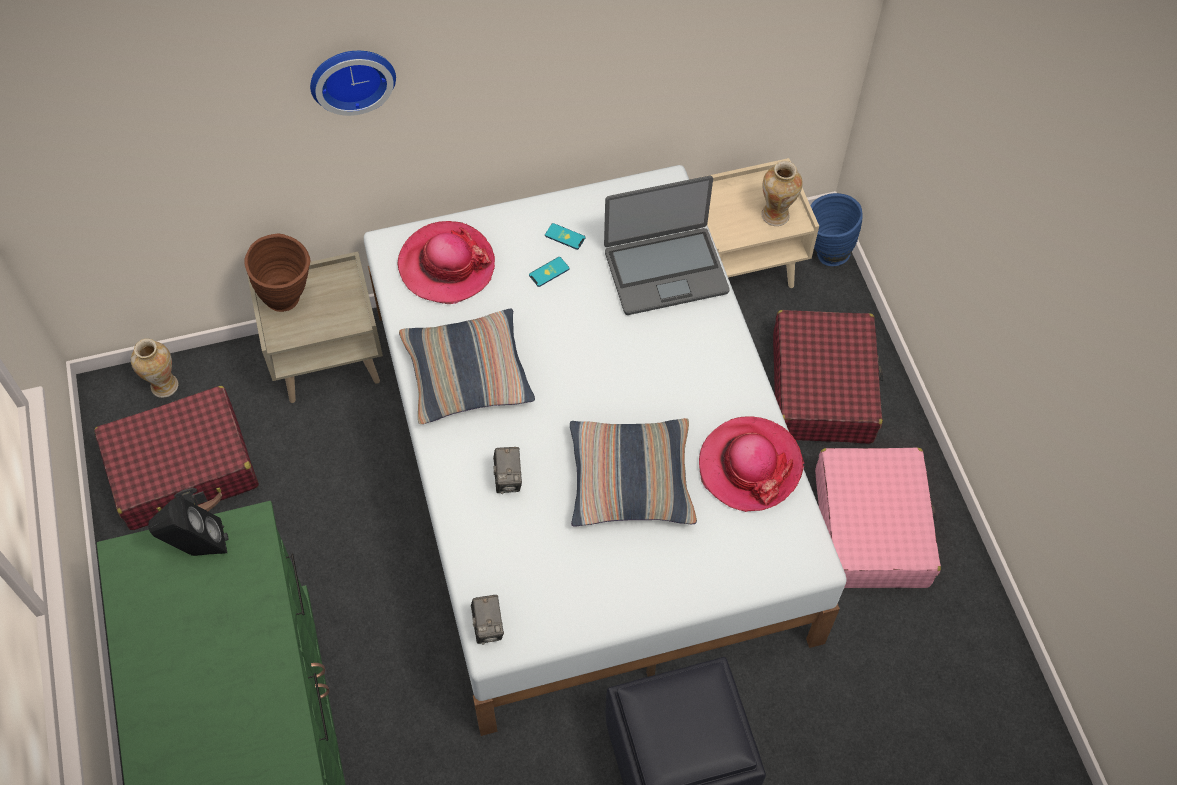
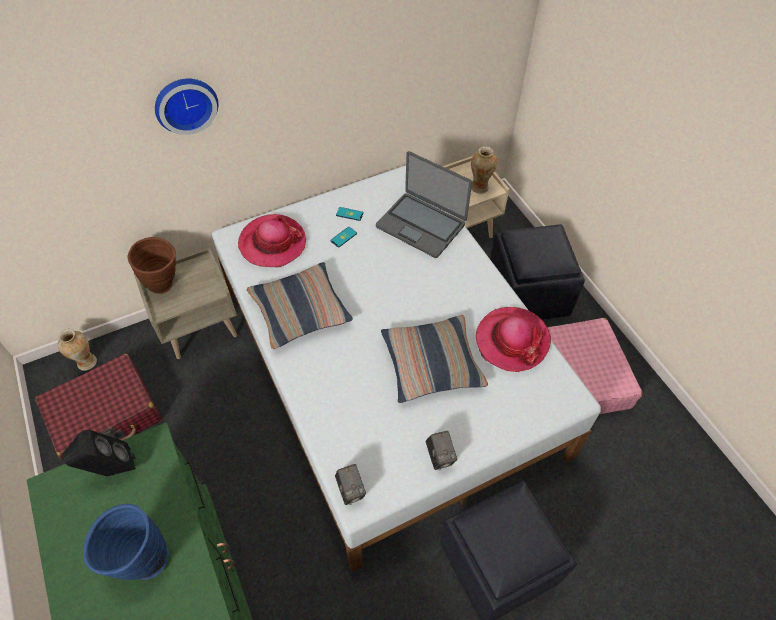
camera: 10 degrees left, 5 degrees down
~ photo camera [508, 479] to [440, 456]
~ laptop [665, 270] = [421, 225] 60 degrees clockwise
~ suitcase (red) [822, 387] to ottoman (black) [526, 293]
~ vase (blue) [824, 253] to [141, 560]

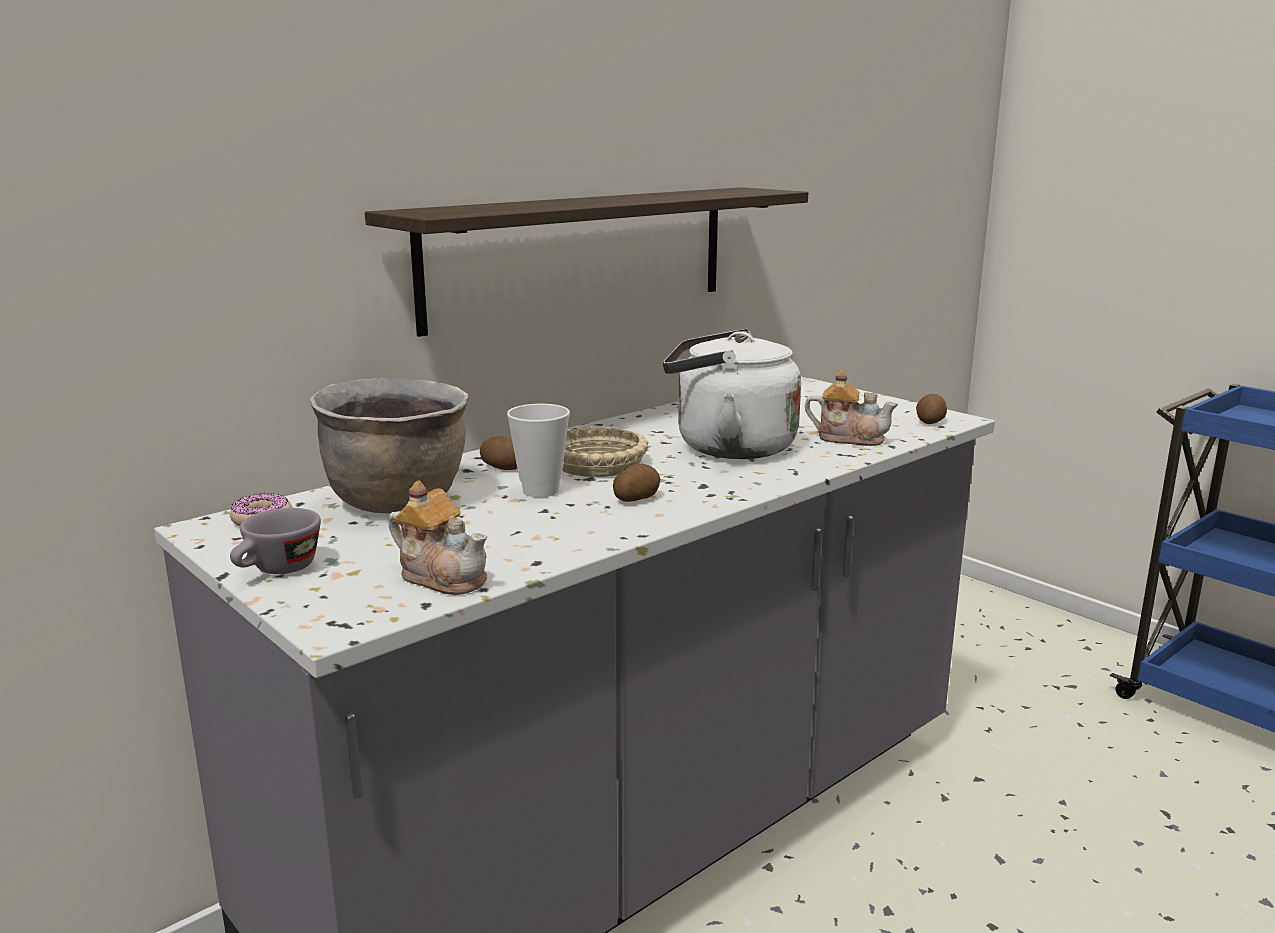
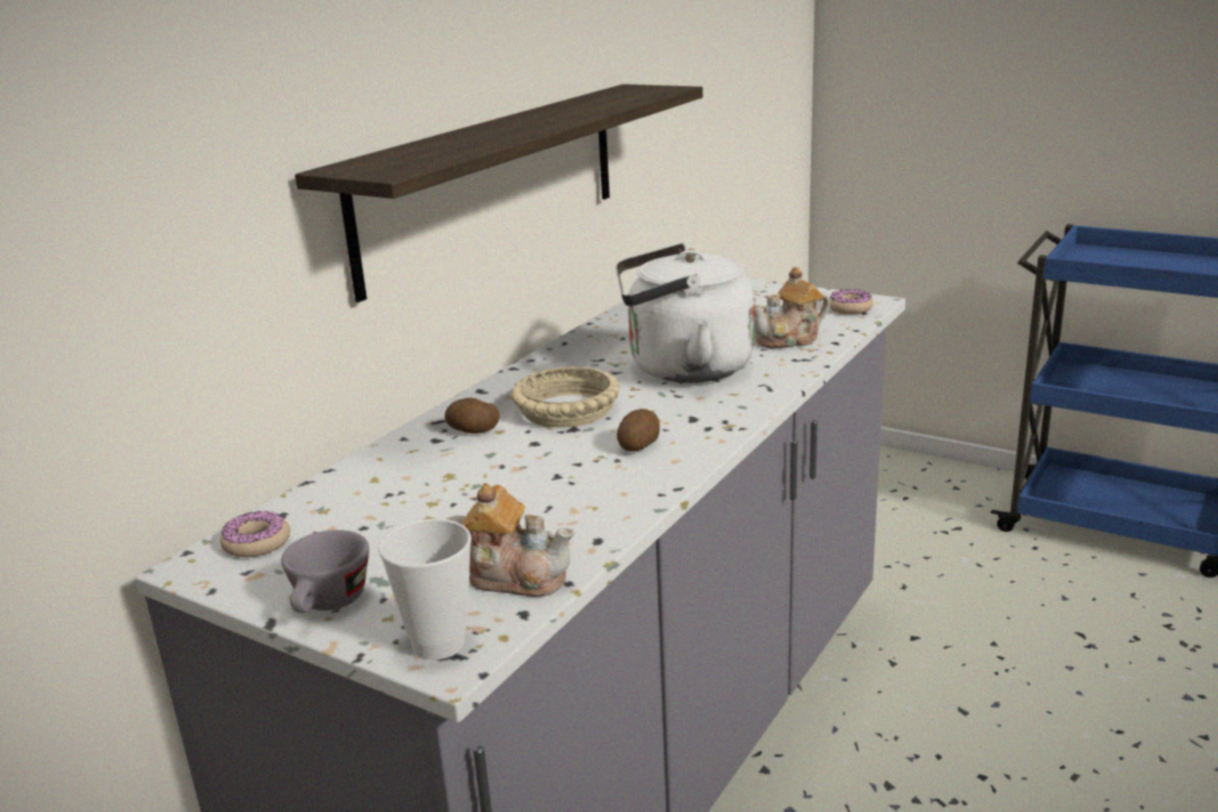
camera: 15 degrees left, 5 degrees up
- cooking pot (brown) [398, 501]
~ cup [540, 491] to [438, 644]
~ teapot [849, 438] = [790, 339] 150 degrees clockwise
~ potato [930, 421] to donut [850, 308]

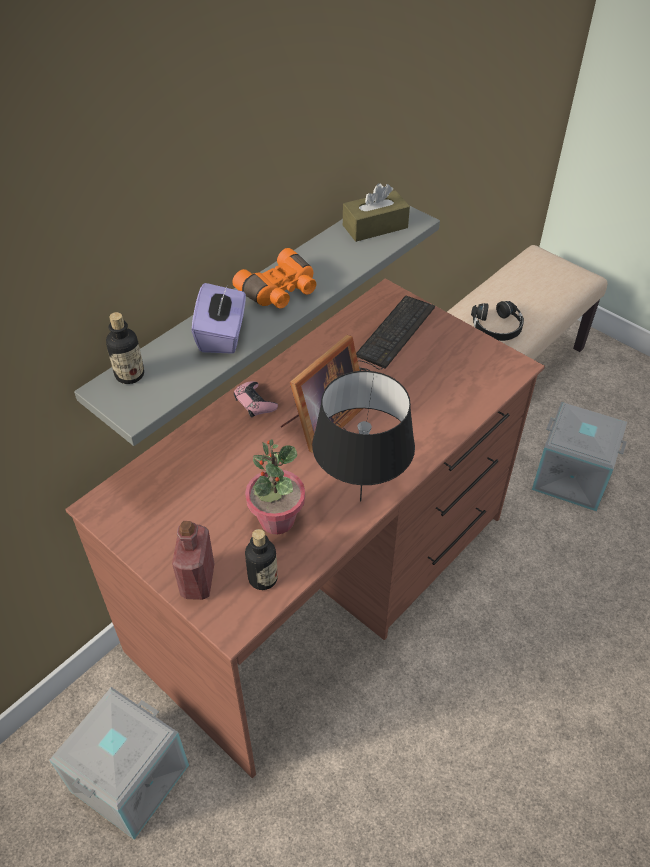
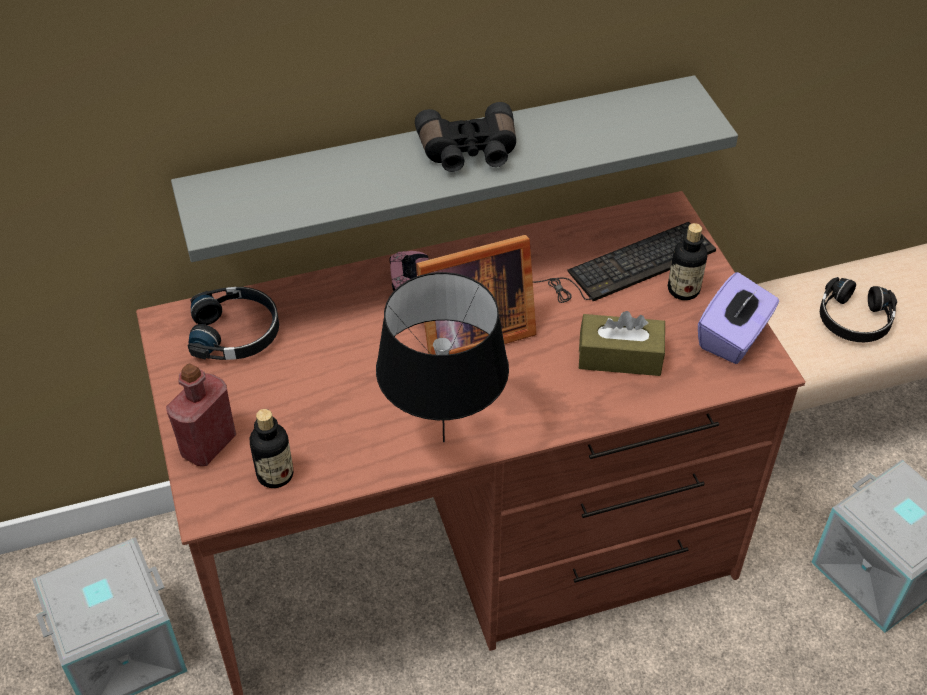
camera: 30 degrees right, 0 degrees up
~ bottle [130, 375] to [683, 290]
~ tissue box (purple) [222, 335] to [733, 337]
~ binoculars (orange) [280, 291] to binoculars (black) [468, 152]
- potted plant [276, 520]
~ tissue box (brown) [375, 226] to [620, 356]
+ headphones (black) [236, 332]

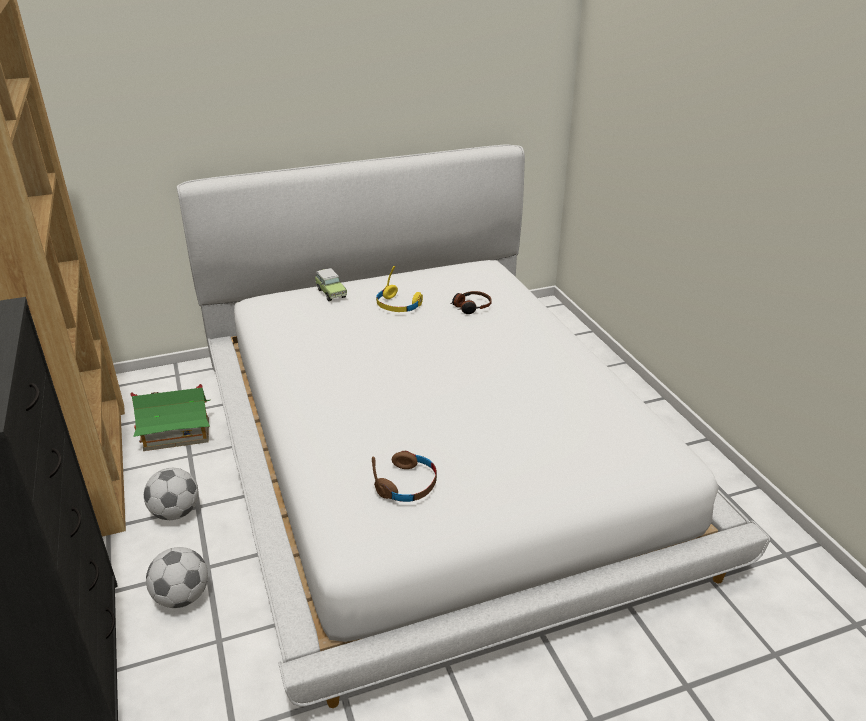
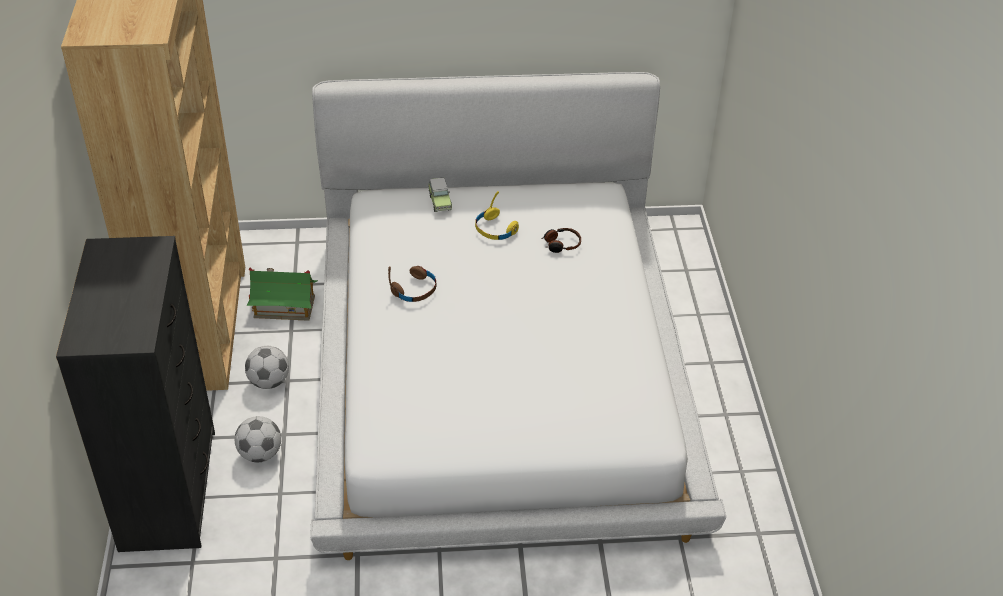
camera: 15 degrees right, 10 degrees up
~ headphones (brown) [408, 485] to [415, 290]

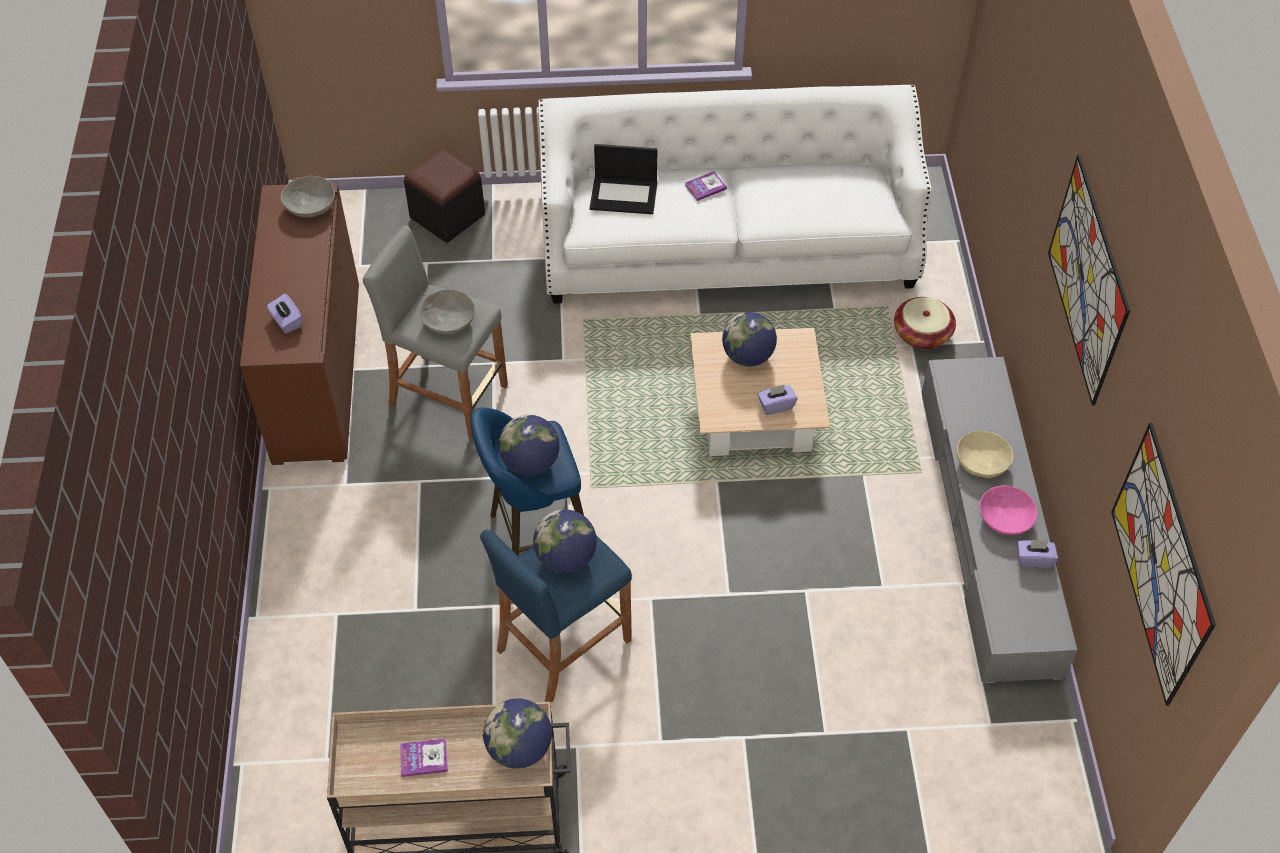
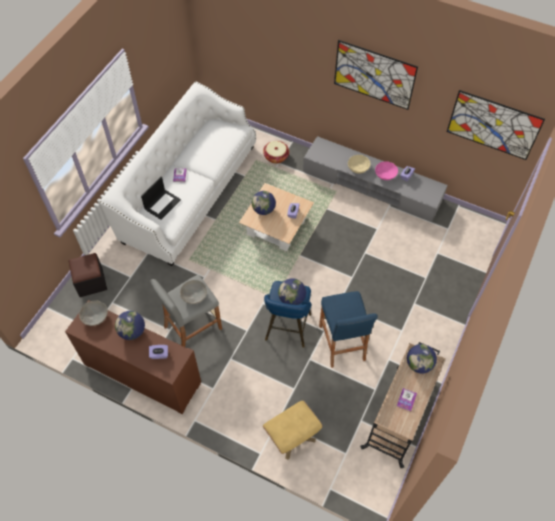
camera: 60 degrees left, 5 degrees up
~ globe [566, 558] to [132, 331]
+ ottoman (beige) [292, 436]

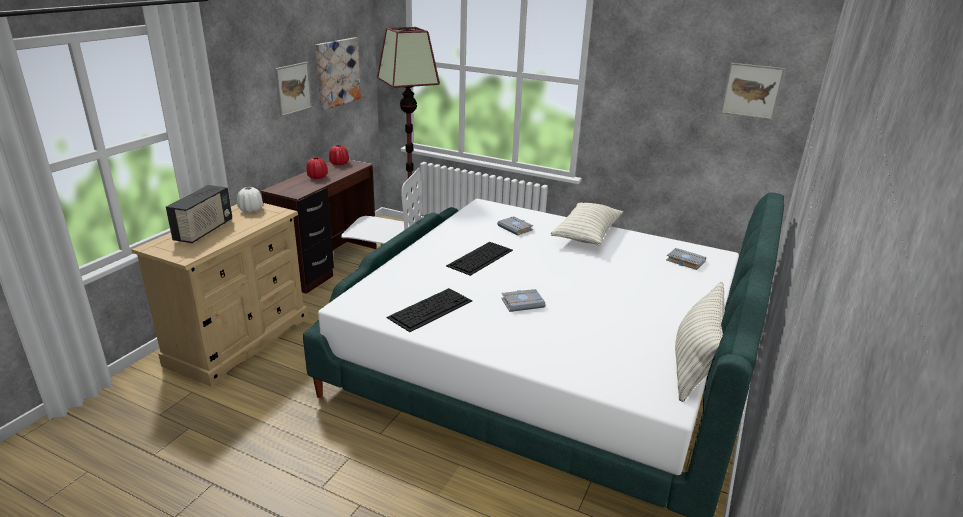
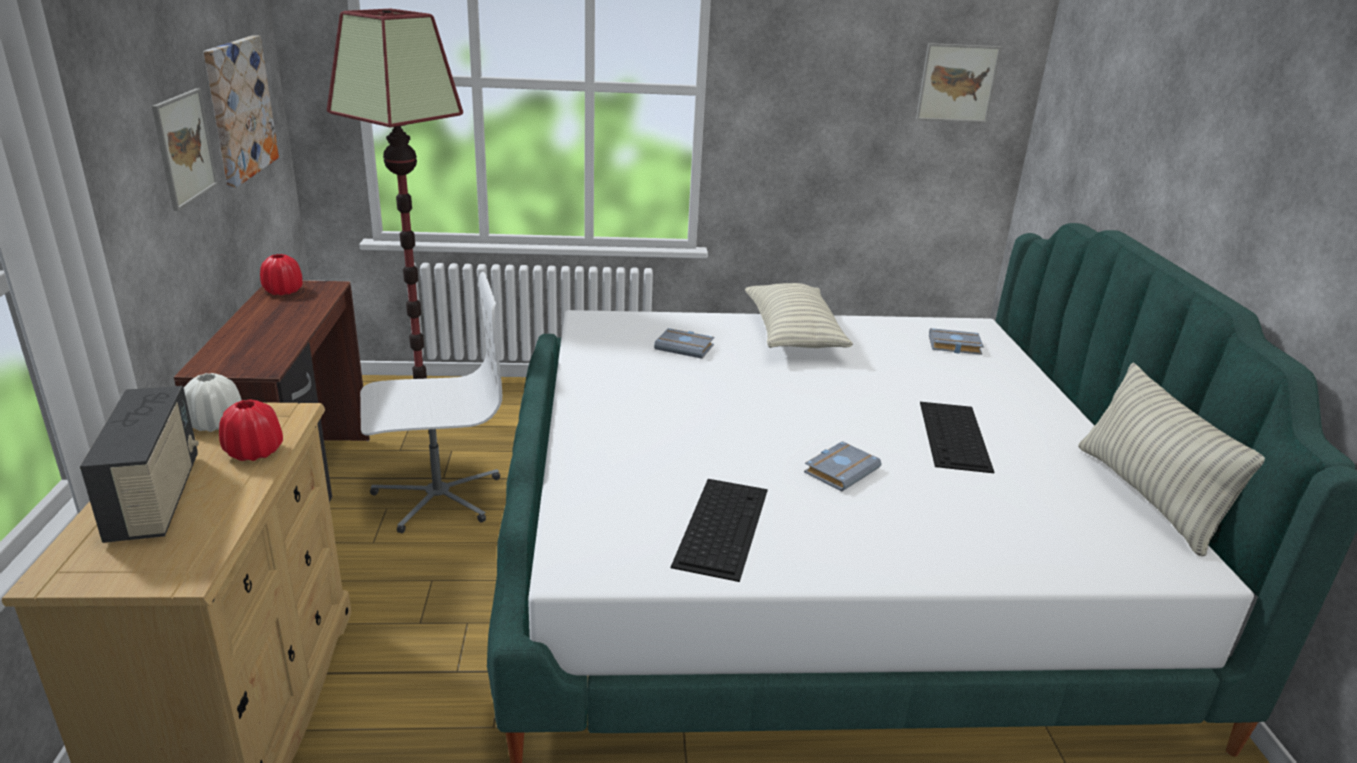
camera: 30 degrees left, 0 degrees up
~ vase (red) [317, 177] to [254, 452]
~ keyboard [480, 258] to [955, 436]

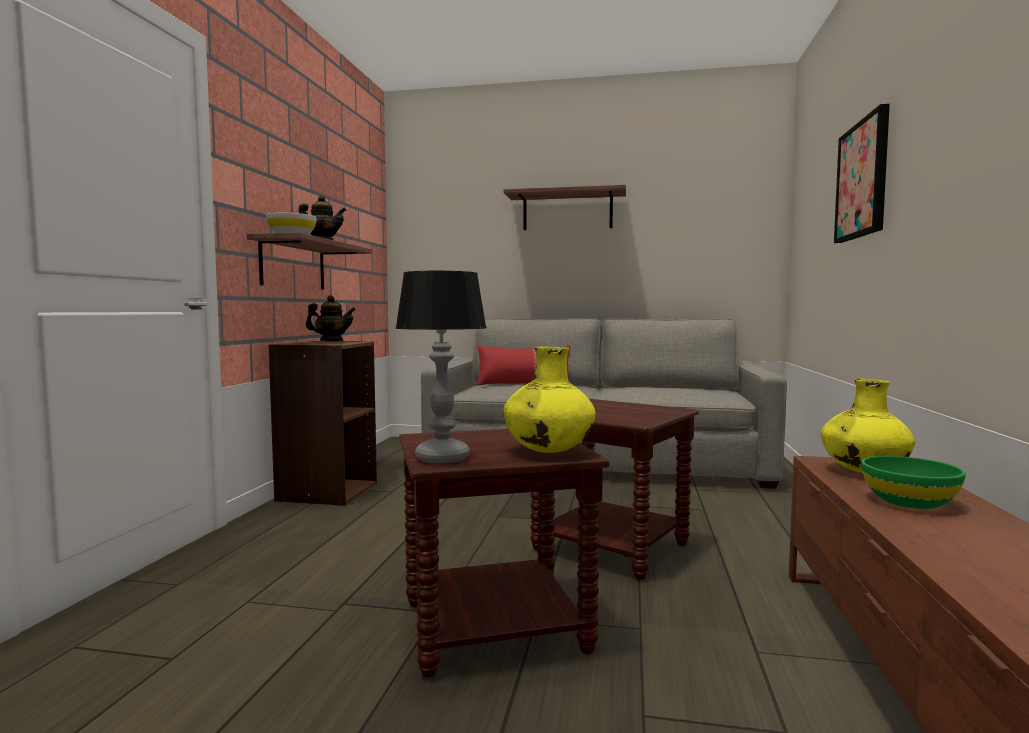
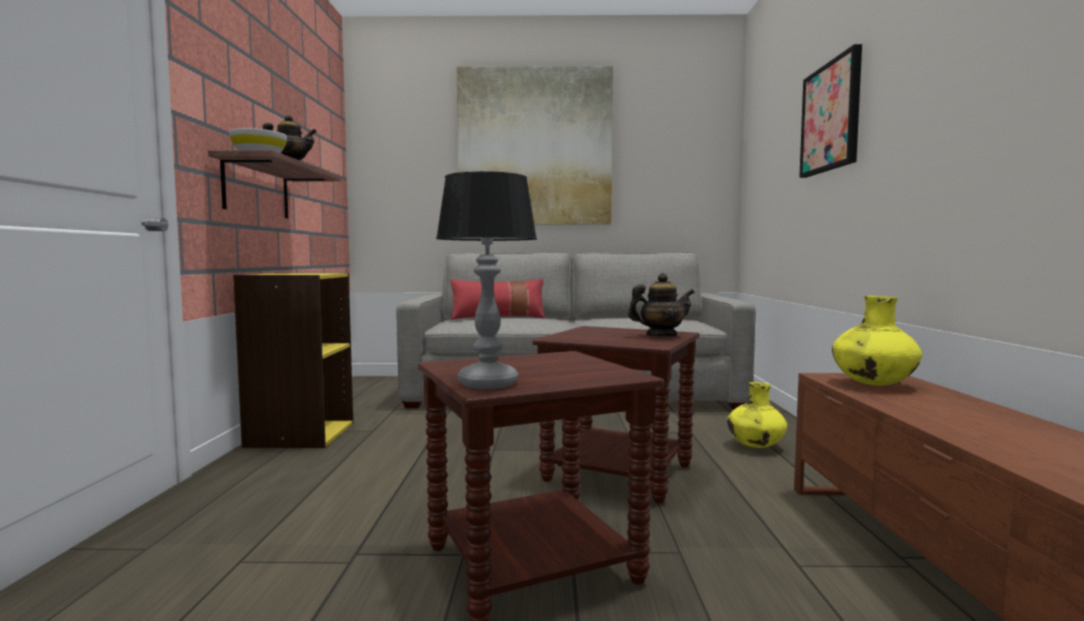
camera: 10 degrees left, 0 degrees up
~ bookcase (brown) [326, 491] to bookcase (yellow) [300, 434]
~ teapot [331, 341] to [660, 336]
~ vase (yellow) [547, 451] to [755, 446]
~ shelf [567, 211] to picture [534, 147]
- bowl (green) [909, 502]

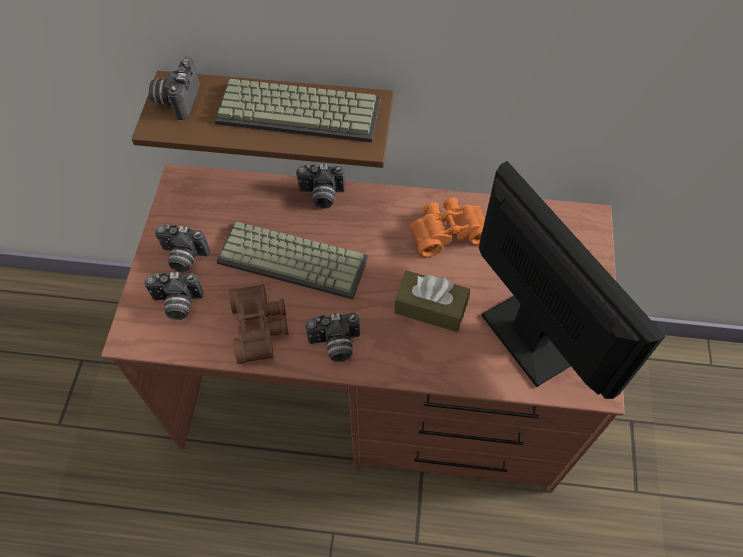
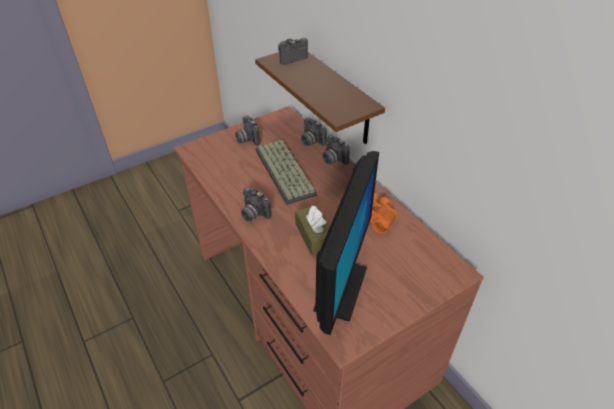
camera: 50 degrees right, 15 degrees down
~ photo camera [177, 304] to [311, 141]
- keyboard [300, 110]
- binoculars (brown) [261, 327]

